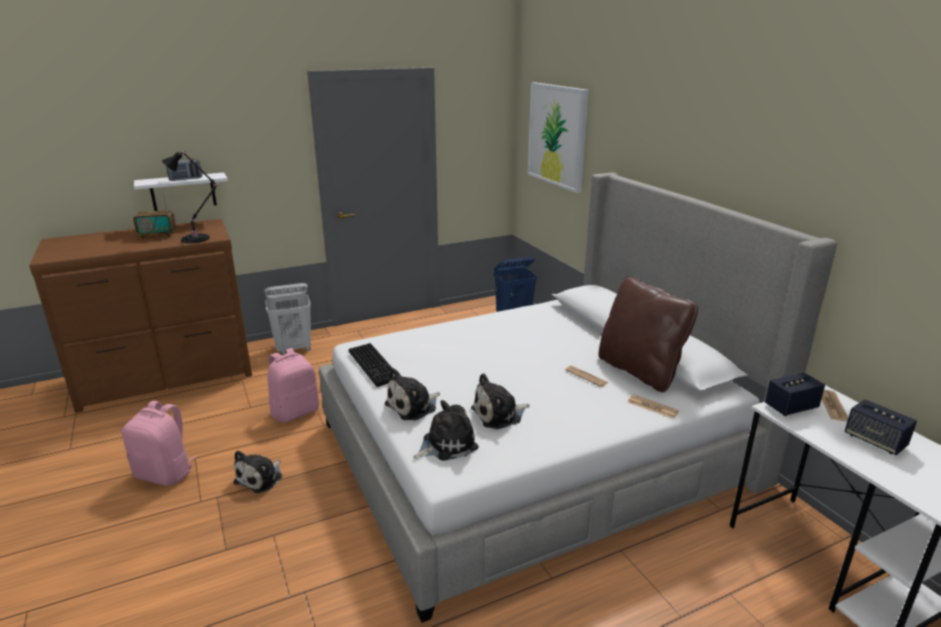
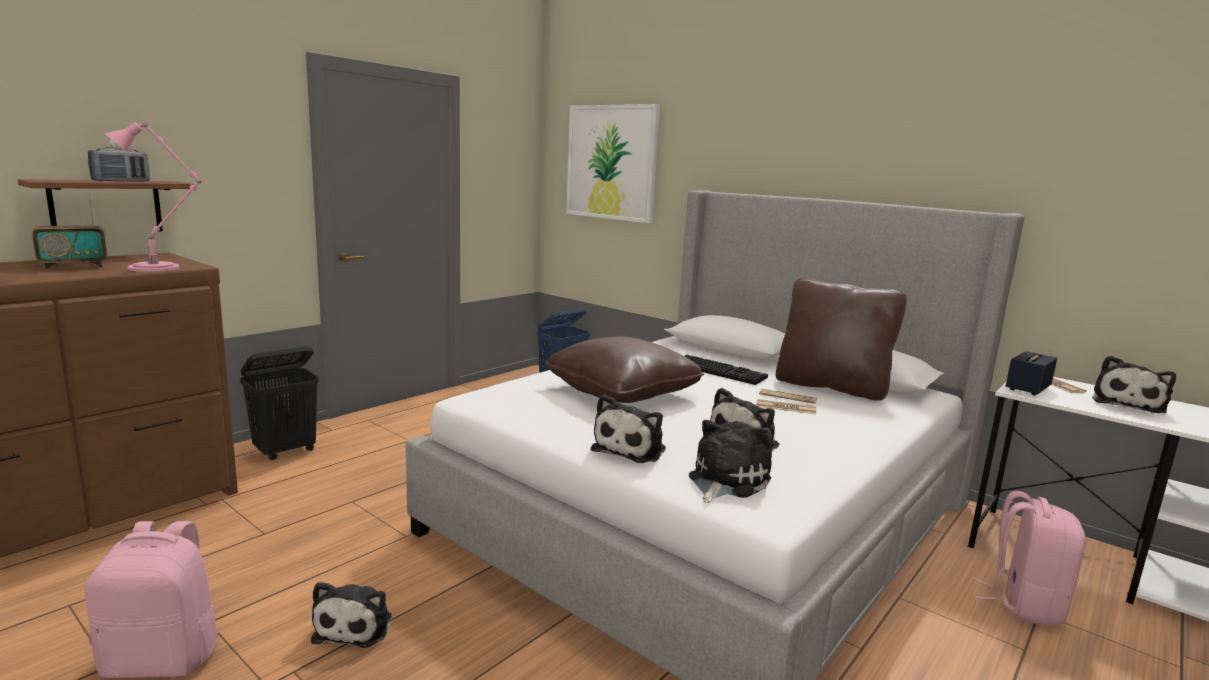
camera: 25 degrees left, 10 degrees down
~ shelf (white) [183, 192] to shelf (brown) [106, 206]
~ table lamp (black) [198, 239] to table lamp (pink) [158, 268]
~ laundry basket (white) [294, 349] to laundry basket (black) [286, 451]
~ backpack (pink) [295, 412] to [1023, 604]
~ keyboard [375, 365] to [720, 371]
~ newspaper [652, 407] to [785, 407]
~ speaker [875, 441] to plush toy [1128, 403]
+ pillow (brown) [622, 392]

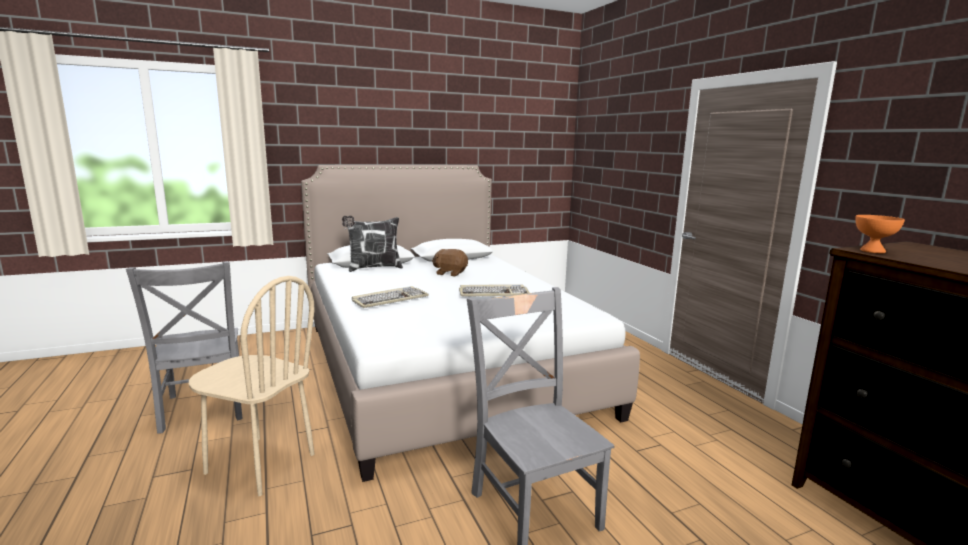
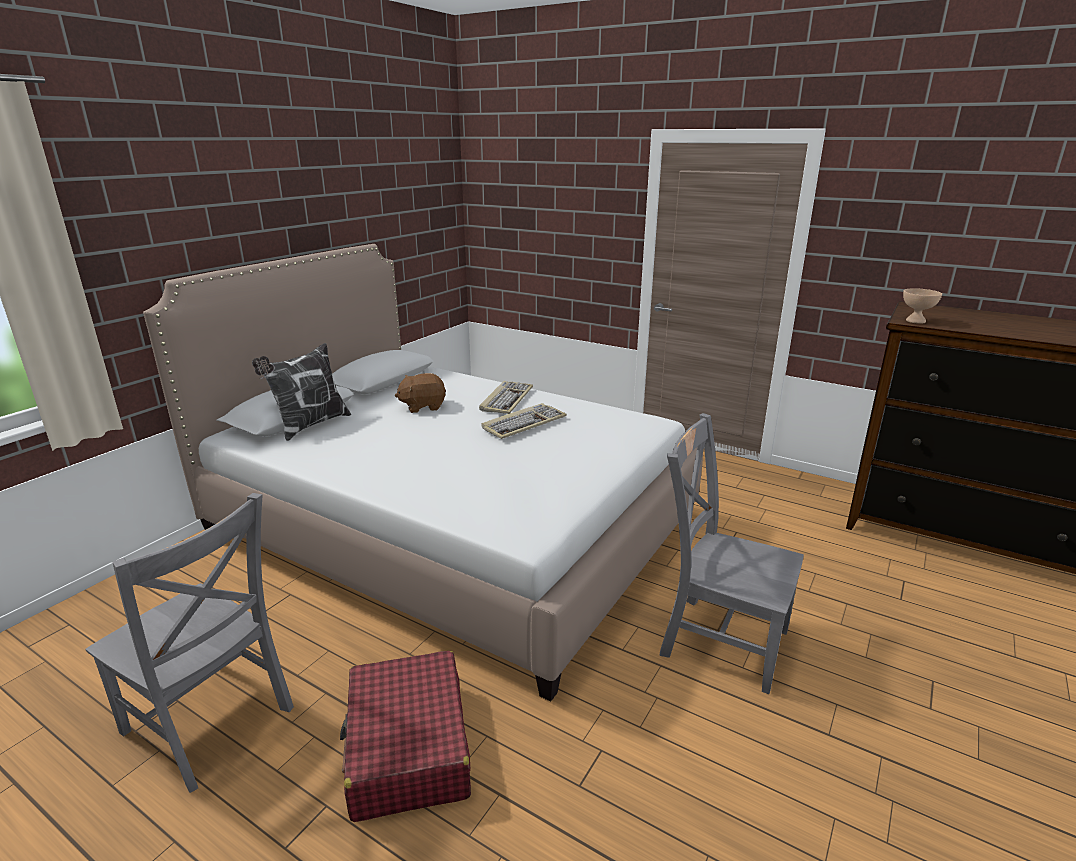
camera: 35 degrees left, 10 degrees up
~ chair (beige) [260, 464] to suitcase (red) [408, 748]
~ keyboard [390, 300] to [506, 399]
~ bowl (orange) [871, 251] to bowl (beige) [915, 321]

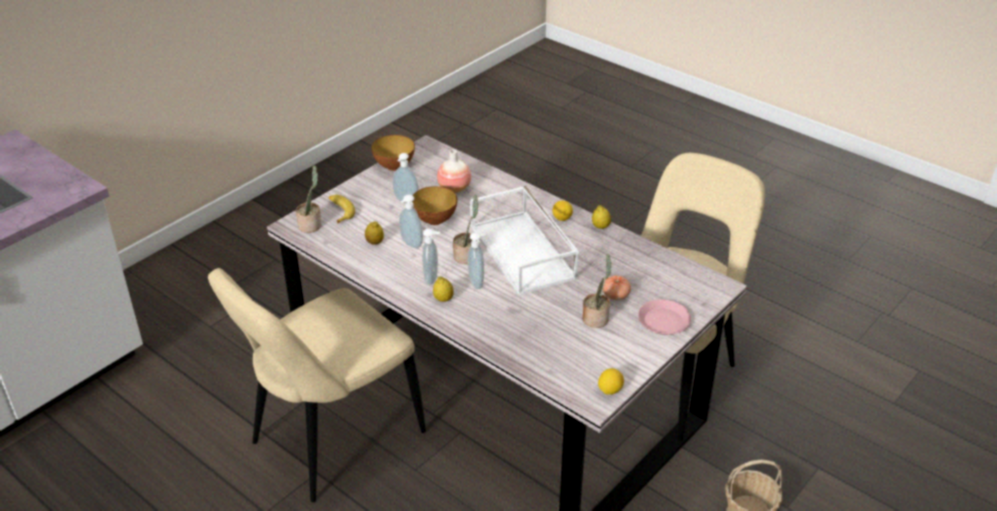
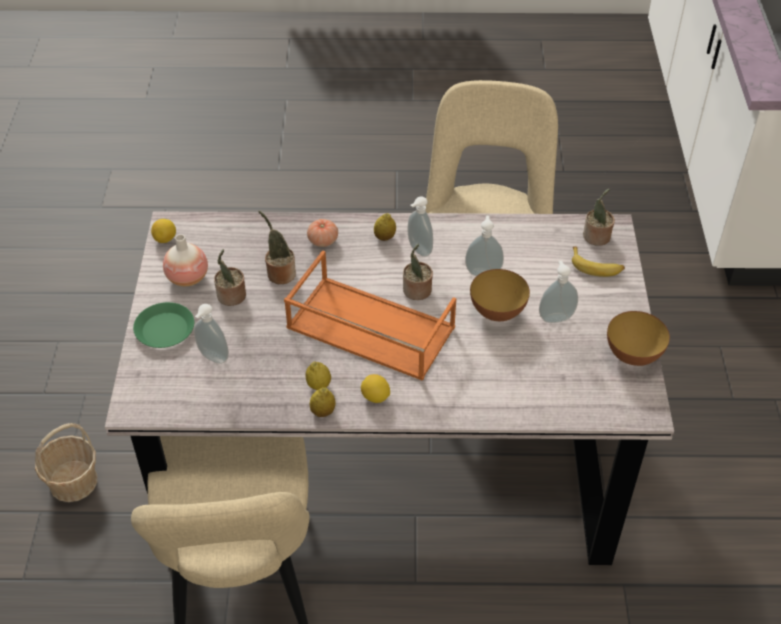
camera: 140 degrees right, 10 degrees up
~ lemon [374, 242] to [318, 385]
~ vase [454, 188] to [188, 278]
~ soap dispenser [477, 282] to [212, 358]
~ tray (white) [524, 252] to tray (orange) [368, 328]
~ tomato [615, 295] to [323, 241]
~ plate (pink) [664, 321] to plate (green) [164, 330]
+ potted plant [279, 273]

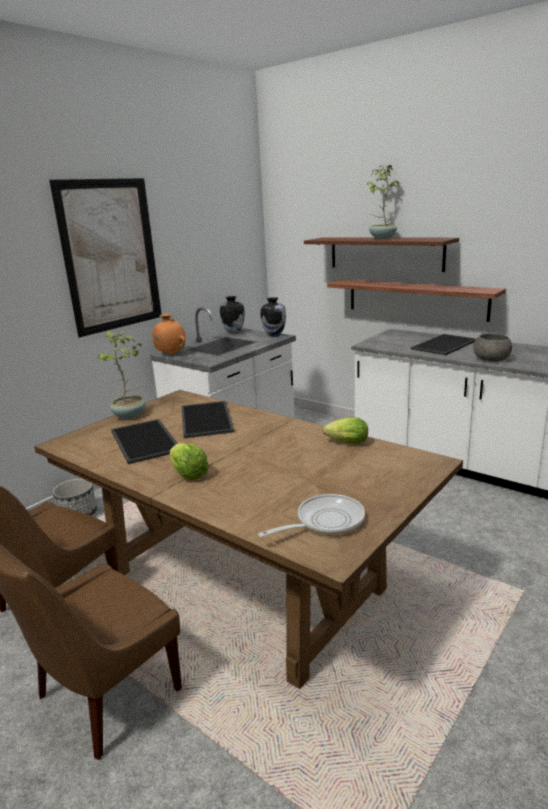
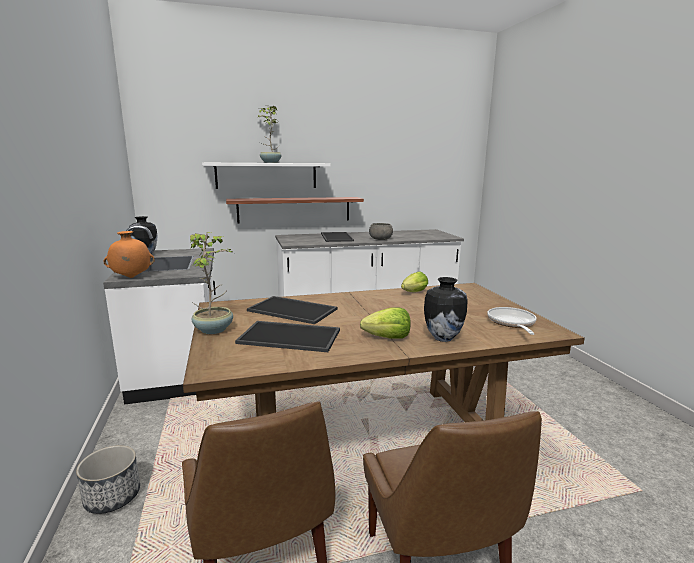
camera: 55 degrees left, 5 degrees down
- picture [111, 256]
~ vase [274, 335] to [442, 338]
~ shelf (brown) [385, 253] to shelf (white) [266, 175]

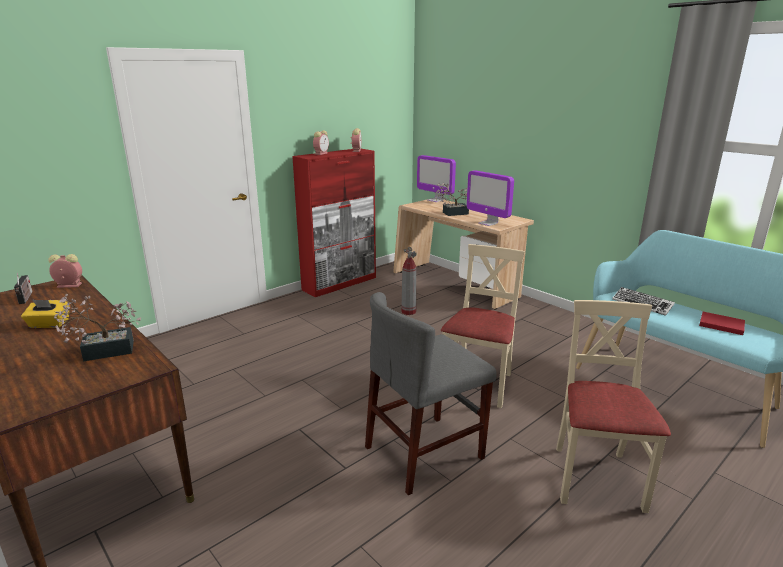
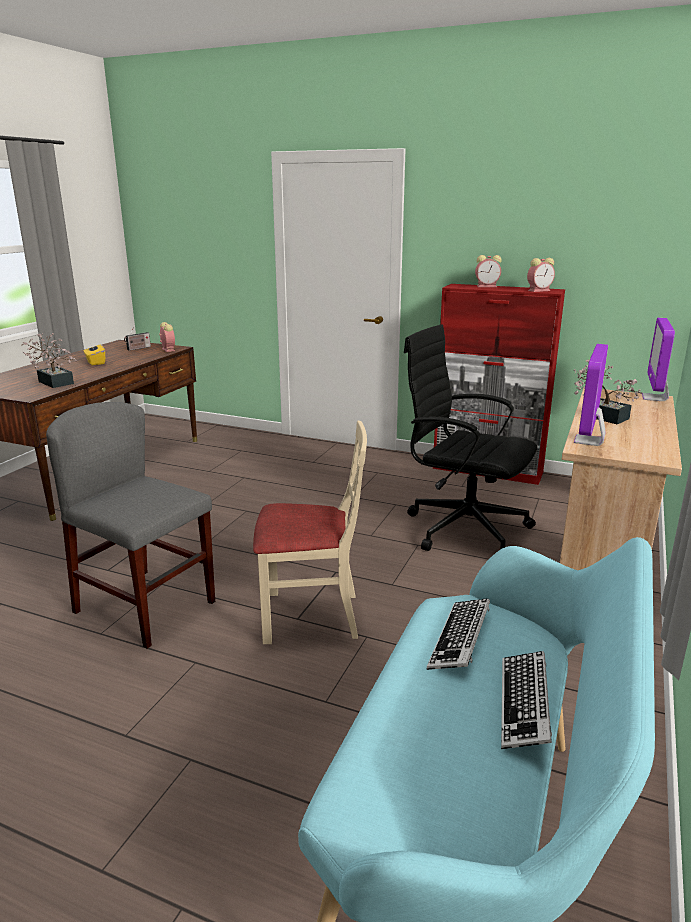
camera: 65 degrees right, 0 degrees up
~ fire extinguisher [408, 312] to office chair (black) [463, 528]
- chair (beige) [596, 478]
- book (red) [720, 324]
+ keyboard [524, 705]

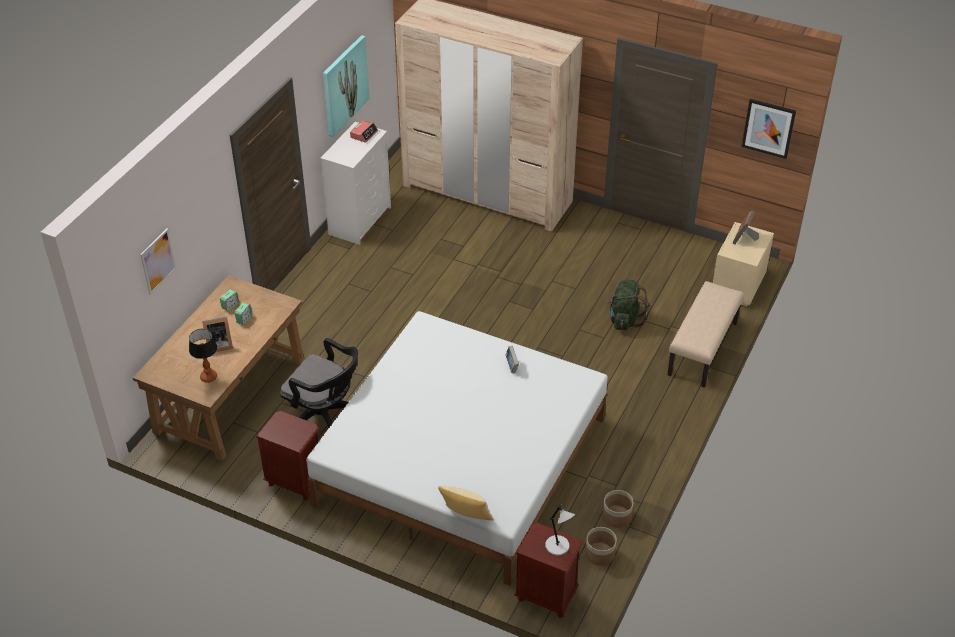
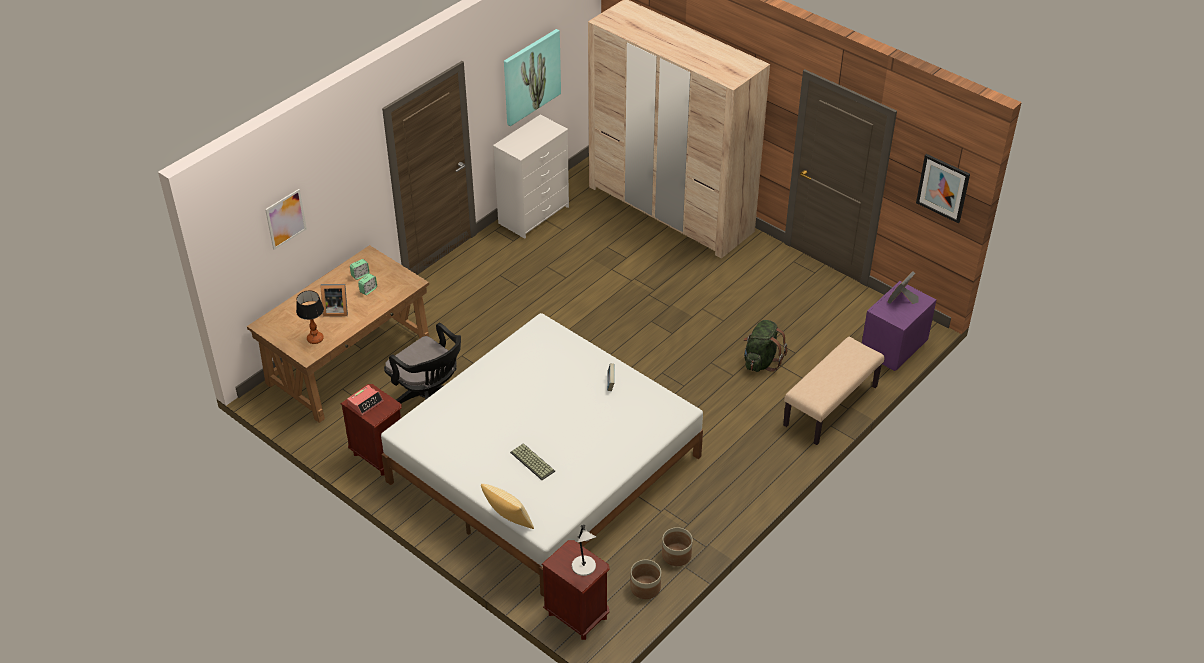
camera: 15 degrees right, 0 degrees up
~ alarm clock [364, 134] to [365, 403]
~ nightstand (beige) [736, 287] to nightstand (purple) [892, 349]
+ keyboard [531, 462]

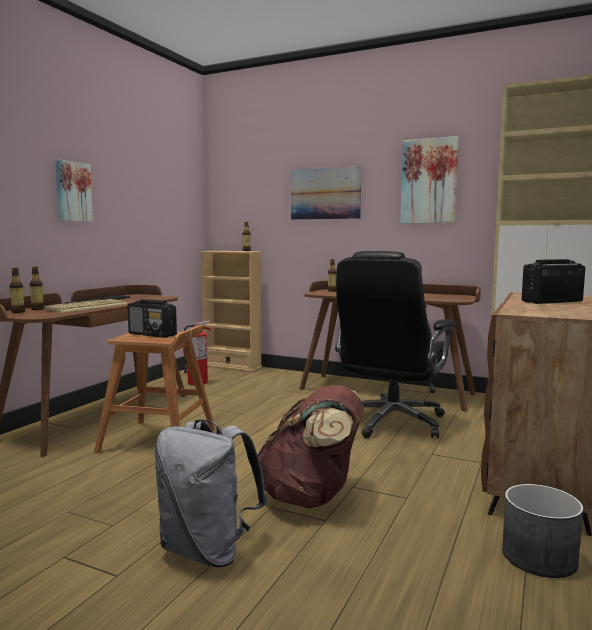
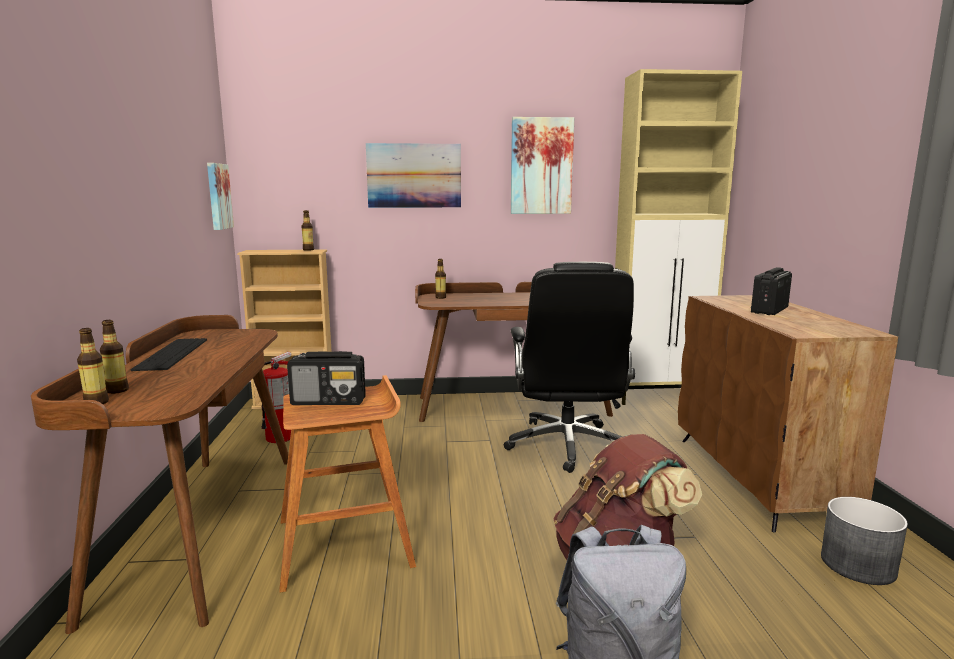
camera: 30 degrees left, 5 degrees up
- keyboard [87, 307]
~ picture [72, 192] to [217, 196]

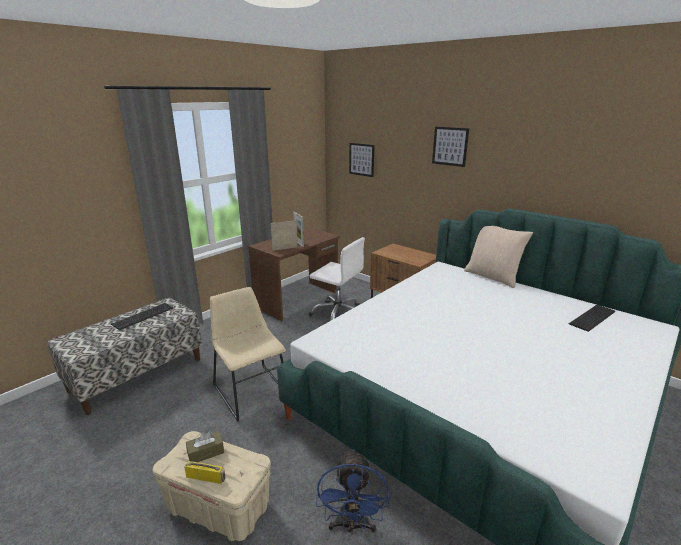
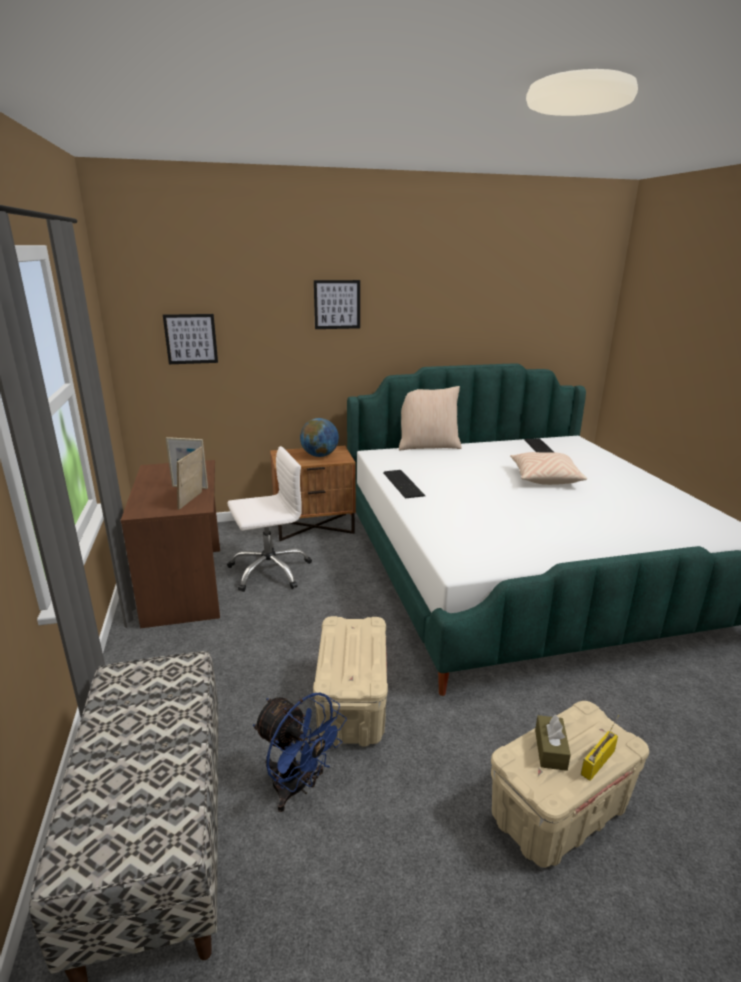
camera: 55 degrees left, 0 degrees up
~ keyboard [144, 316] to [404, 483]
~ chair (beige) [250, 389] to storage box (beige) [352, 705]
~ fan (blue) [352, 525] to [298, 787]
+ globe [319, 455]
+ pillow (beige) [544, 478]

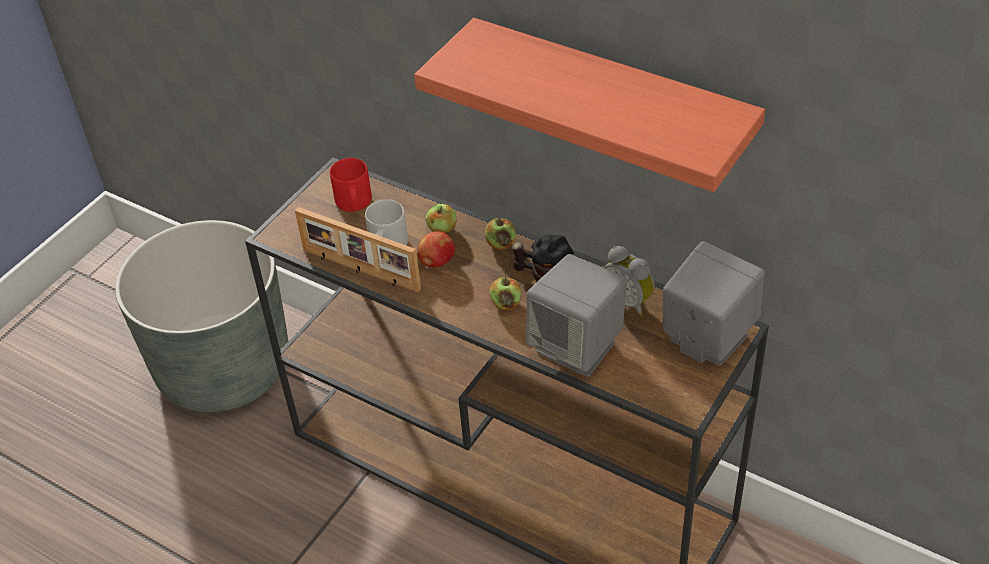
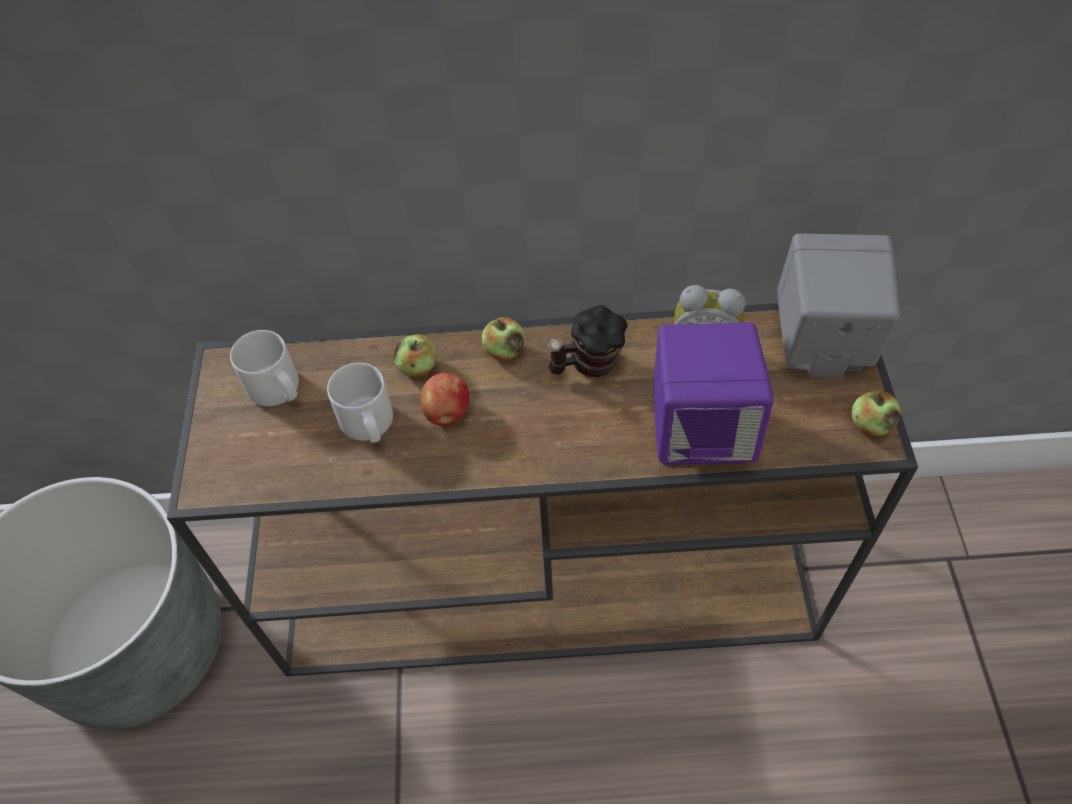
camera: 35 degrees left, 10 degrees up
- picture frame [359, 270]
~ mug (red) [354, 203] to mug (grey) [277, 390]
- shelf [611, 107]
~ apple [506, 303] to [870, 424]
~ speaker (grey) [577, 347] to speaker (purple) [700, 432]

